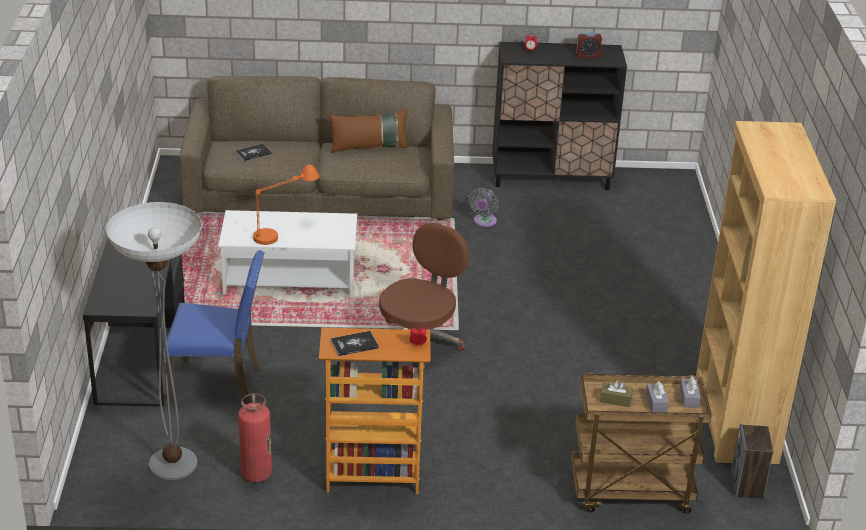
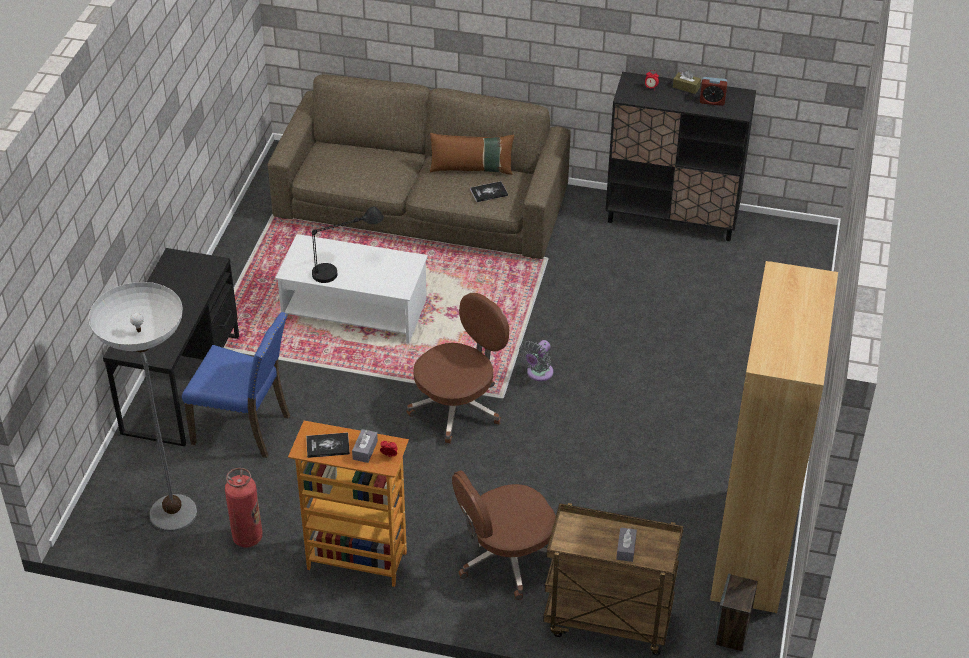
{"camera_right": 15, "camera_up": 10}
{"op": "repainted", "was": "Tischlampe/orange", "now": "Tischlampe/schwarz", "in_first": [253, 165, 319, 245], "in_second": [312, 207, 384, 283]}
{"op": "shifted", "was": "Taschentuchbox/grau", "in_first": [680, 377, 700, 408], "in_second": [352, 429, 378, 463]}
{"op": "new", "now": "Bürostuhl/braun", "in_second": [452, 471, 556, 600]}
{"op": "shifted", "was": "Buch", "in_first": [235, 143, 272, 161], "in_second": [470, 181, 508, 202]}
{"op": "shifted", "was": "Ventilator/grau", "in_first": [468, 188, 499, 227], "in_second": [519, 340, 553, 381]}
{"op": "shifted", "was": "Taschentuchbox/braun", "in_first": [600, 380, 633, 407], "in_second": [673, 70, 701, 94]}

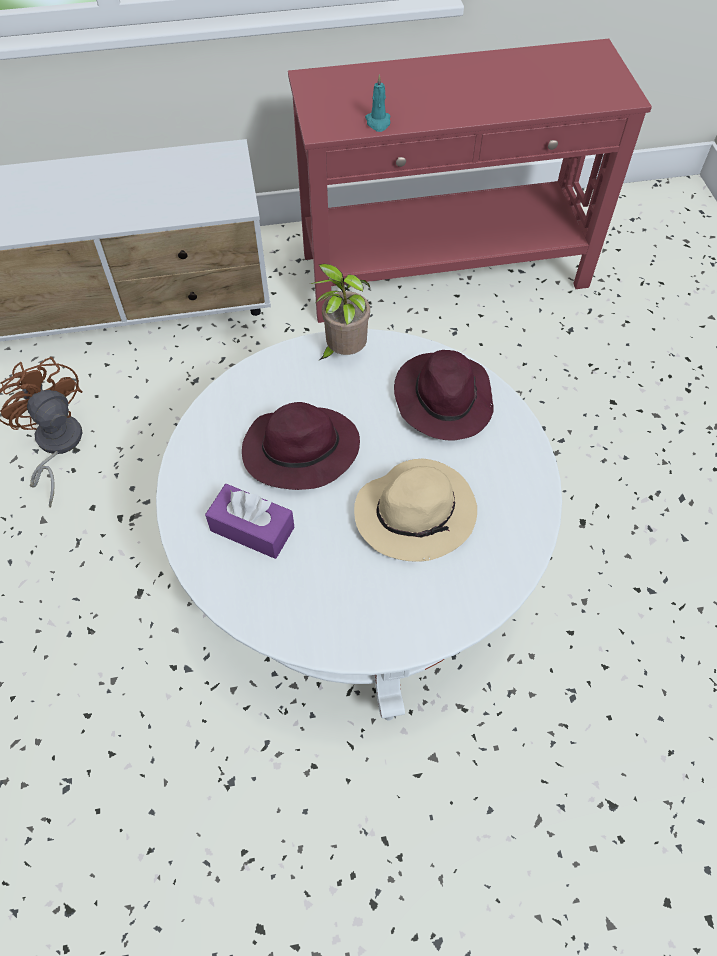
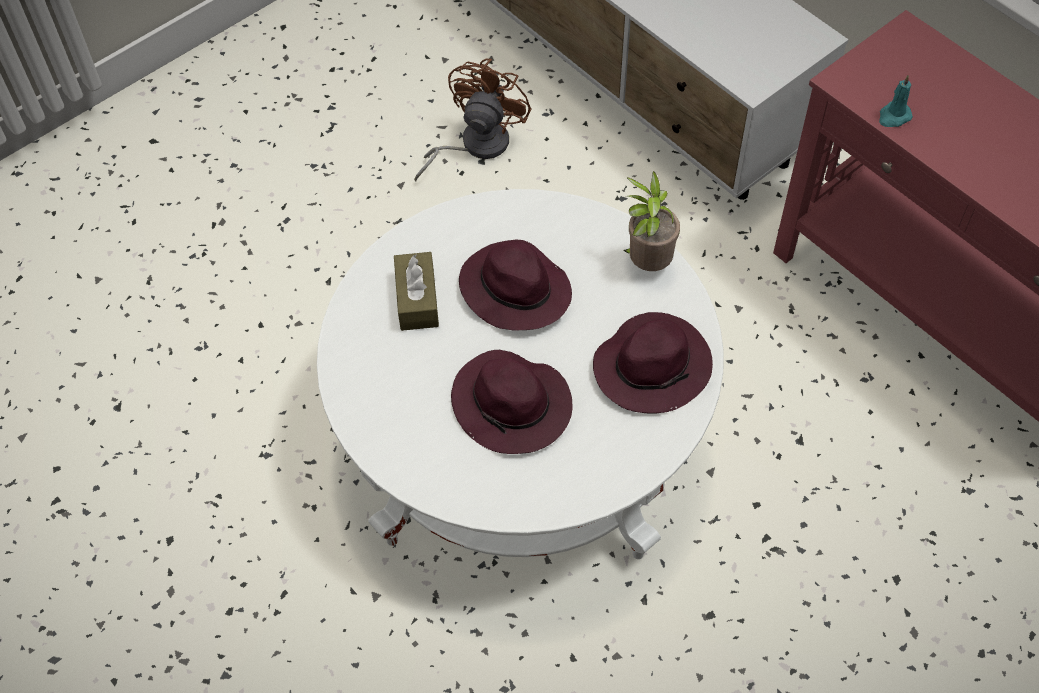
{"camera_right": 60, "camera_up": 0}
{"op": "repainted", "was": "Taschentuchbox/lila", "now": "Taschentuchbox/braun", "in_first": [205, 484, 294, 559], "in_second": [394, 252, 439, 331]}
{"op": "repainted", "was": "Hut/beige", "now": "Hut/lila", "in_first": [354, 459, 477, 562], "in_second": [451, 350, 572, 454]}

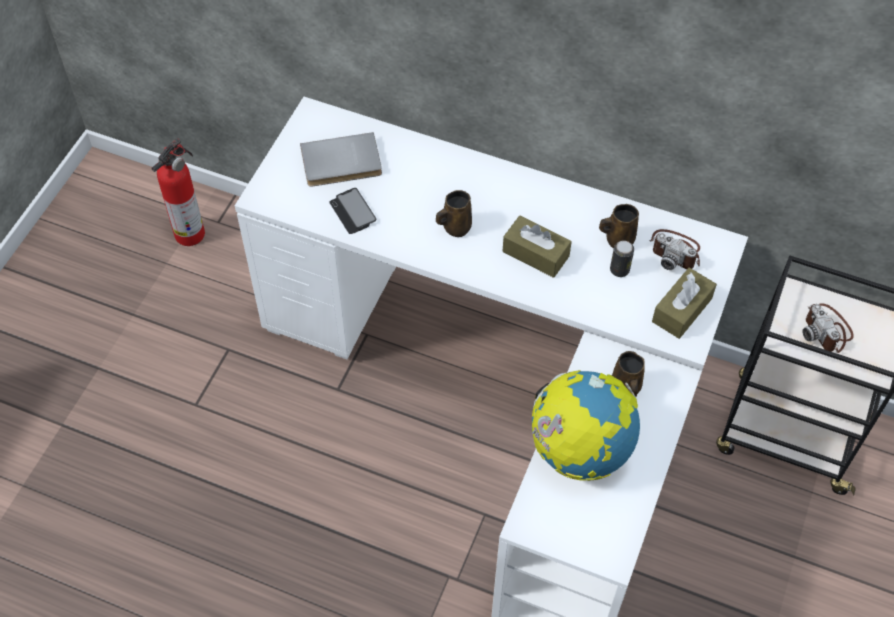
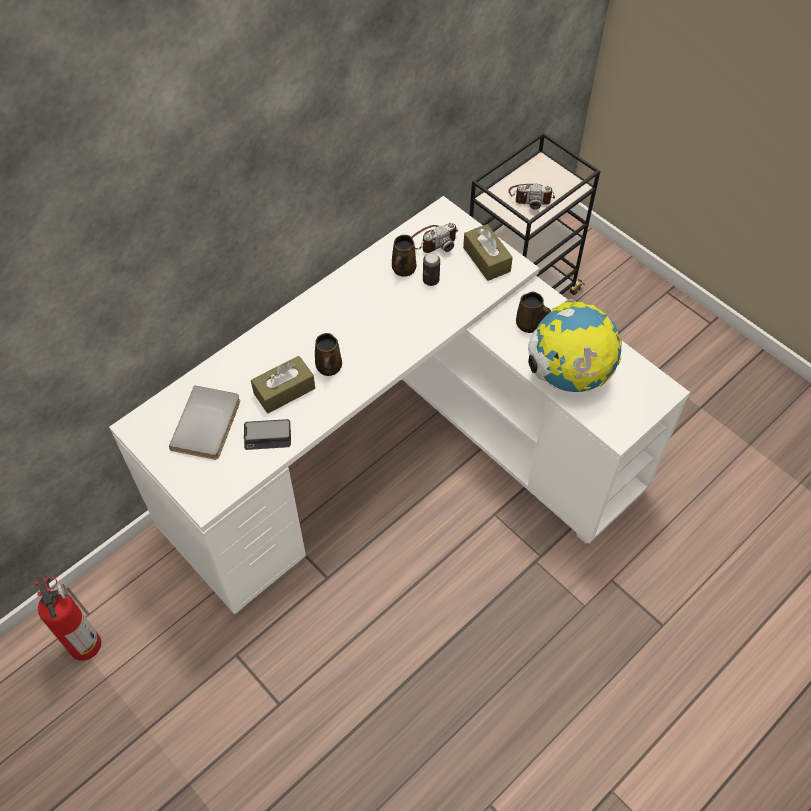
{"camera_right": -65, "camera_up": 0}
{"op": "shifted", "was": "Taschentuchbox/braun", "in_first": [503, 216, 572, 278], "in_second": [251, 356, 315, 413]}

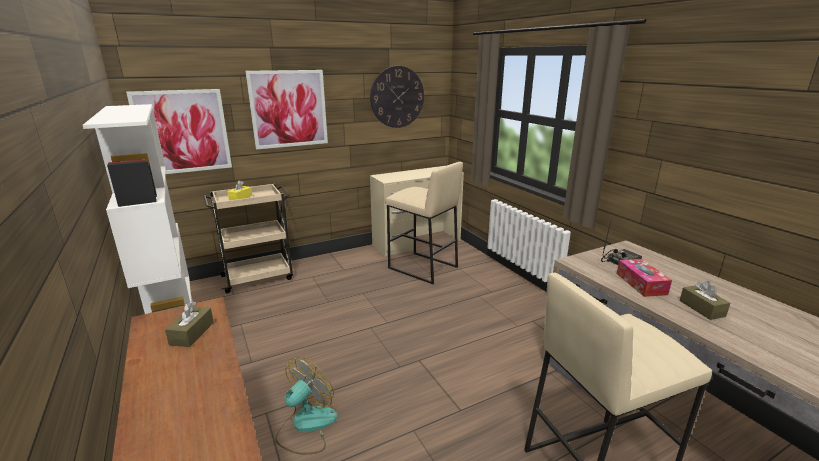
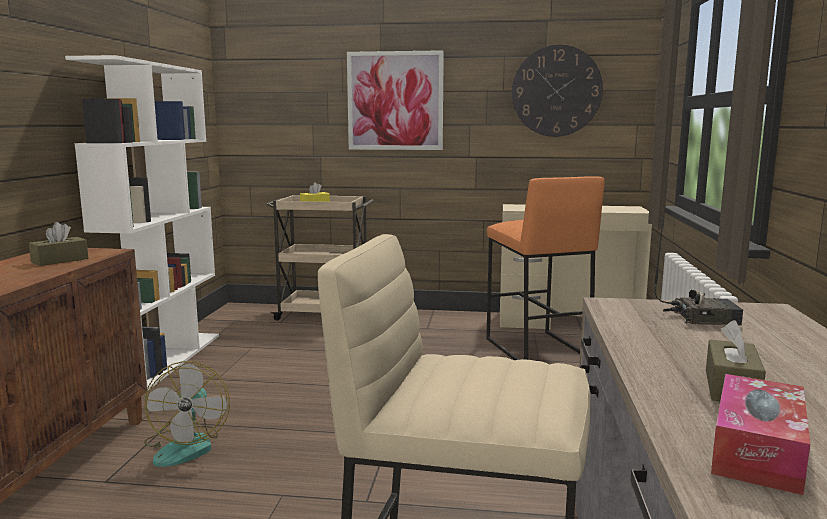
{"camera_right": 35, "camera_up": -10}
{"op": "rotated", "was": "Ventilator", "in_first": [275, 357, 337, 455], "in_second": [144, 361, 230, 467], "clockwise": 105}
{"op": "repainted", "was": "Hocker/beige", "now": "Hocker/orange", "in_first": [385, 162, 463, 284], "in_second": [486, 176, 604, 360]}
{"op": "shifted", "was": "Taschentuchbox", "in_first": [617, 259, 672, 297], "in_second": [711, 374, 810, 495]}
{"op": "gone", "was": "Bild", "in_first": [126, 89, 232, 174]}

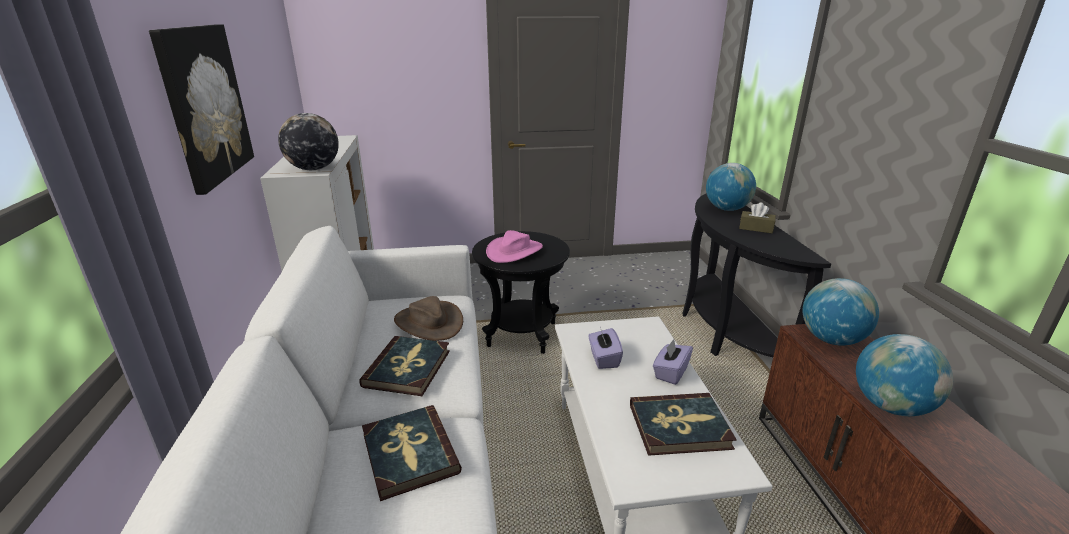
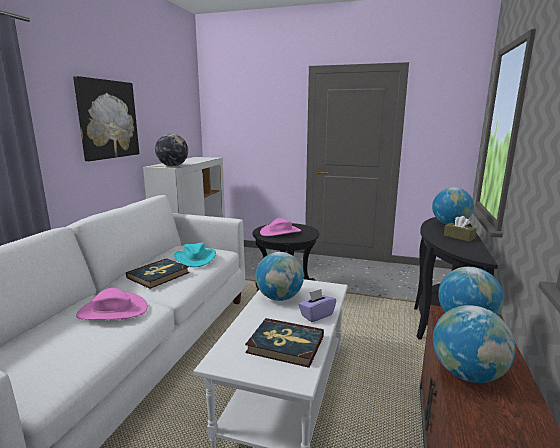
{"camera_right": 25, "camera_up": -10}
{"op": "swapped", "was": "Buch", "now": "Hut/rosa", "in_first": [362, 405, 462, 501], "in_second": [76, 288, 148, 320]}
{"op": "repainted", "was": "Hut/braun", "now": "Hut/türkis", "in_first": [394, 296, 463, 341], "in_second": [174, 243, 216, 267]}
{"op": "swapped", "was": "Taschentuchbox/lila", "now": "Globus", "in_first": [588, 327, 623, 369], "in_second": [256, 252, 304, 301]}

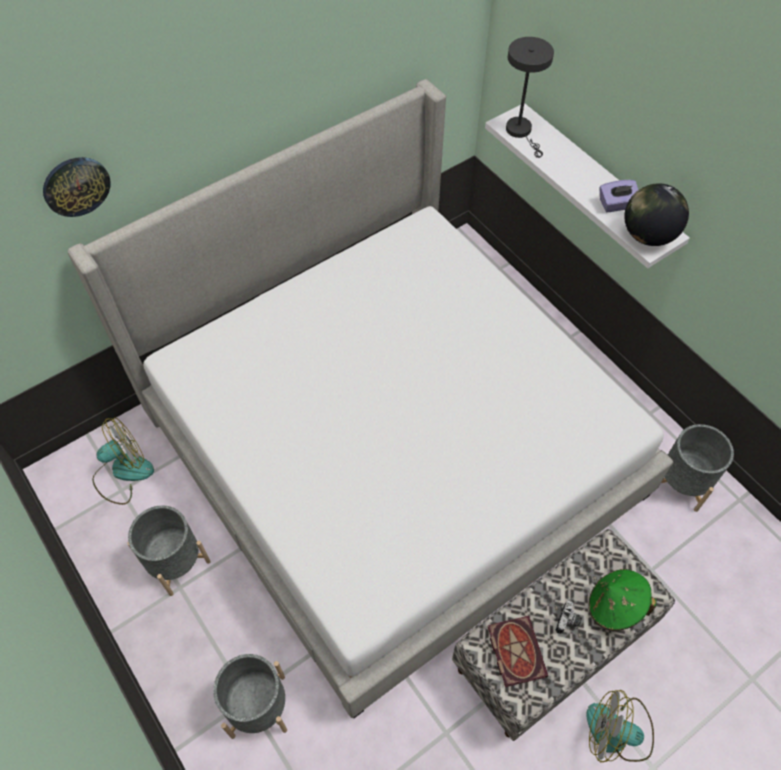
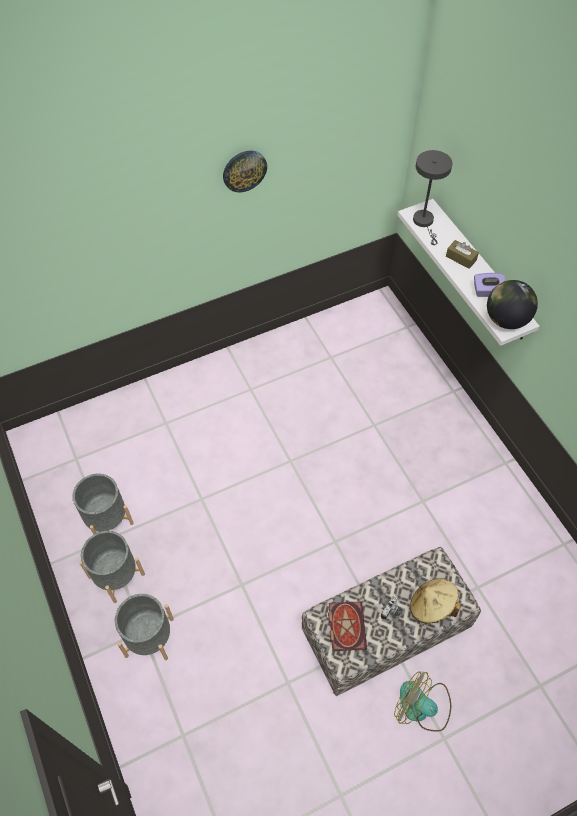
{"camera_right": 10, "camera_up": 0}
{"op": "shifted", "was": "Pflanzkübel/grau", "in_first": [661, 424, 734, 512], "in_second": [79, 531, 145, 603]}
{"op": "shifted", "was": "Wanduhr", "in_first": [43, 157, 111, 217], "in_second": [223, 151, 267, 192]}
{"op": "repainted", "was": "Hut/grün", "now": "Hut/beige", "in_first": [589, 569, 657, 631], "in_second": [410, 578, 461, 624]}
{"op": "new", "now": "Taschentuchbox/braun", "in_second": [446, 240, 479, 269]}
{"op": "gone", "was": "Bett", "in_first": [67, 79, 673, 718]}
{"op": "gone", "was": "Ventilator", "in_first": [92, 418, 154, 505]}

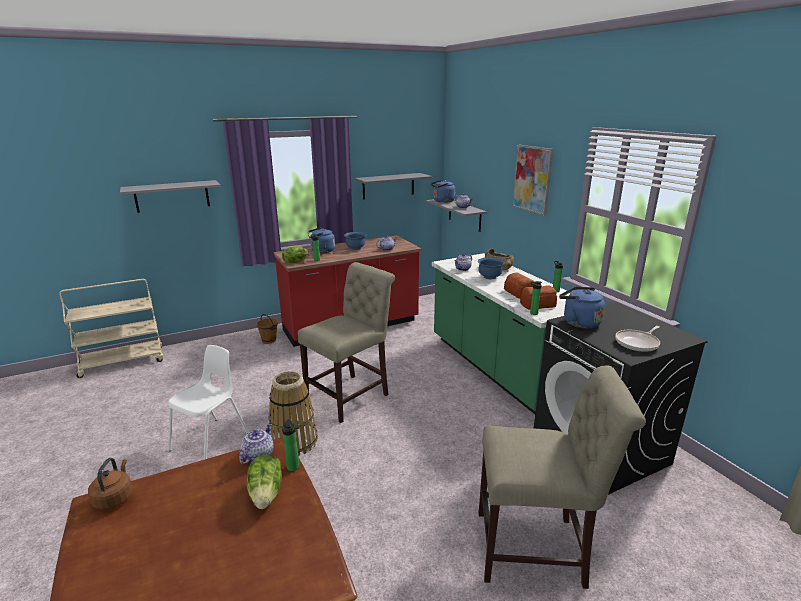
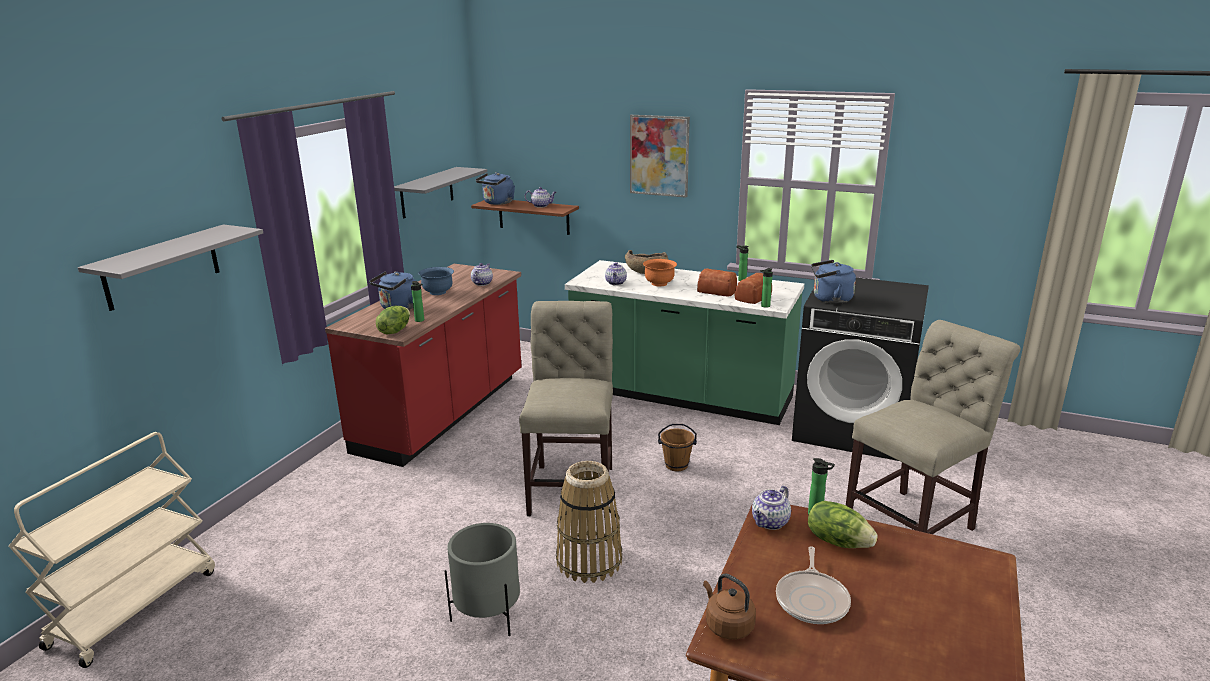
{"camera_right": -40, "camera_up": 0}
{"op": "swapped", "was": "Stuhl/weiß", "now": "Pflanzkübel/grau", "in_first": [168, 345, 249, 460], "in_second": [445, 523, 520, 636]}
{"op": "repainted", "was": "Wandregal/grau", "now": "Wandregal/braun", "in_first": [426, 199, 487, 232], "in_second": [471, 200, 579, 235]}
{"op": "repainted", "was": "Schüssel/blau", "now": "Schüssel/orange", "in_first": [478, 257, 505, 279], "in_second": [643, 259, 677, 286]}
{"op": "shifted", "was": "Eimer/braun", "in_first": [257, 314, 278, 344], "in_second": [658, 424, 697, 471]}
{"op": "rotated", "was": "Teekanne", "in_first": [239, 423, 274, 464], "in_second": [752, 486, 791, 530], "clockwise": -120}
{"op": "shifted", "was": "Pfanne", "in_first": [615, 326, 660, 352], "in_second": [776, 546, 851, 624]}

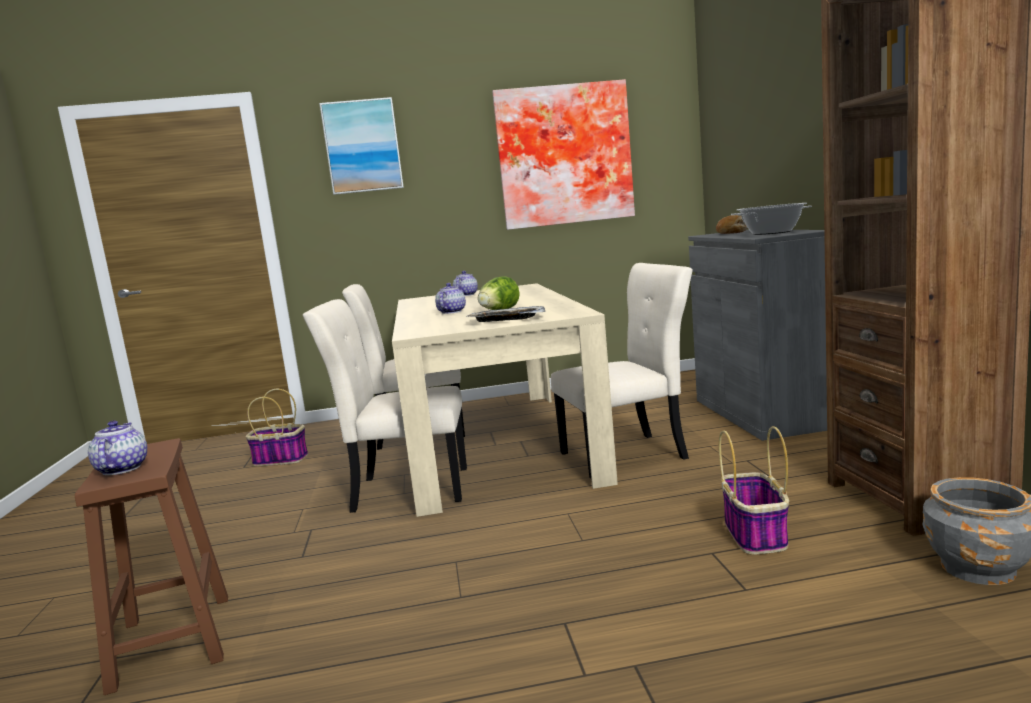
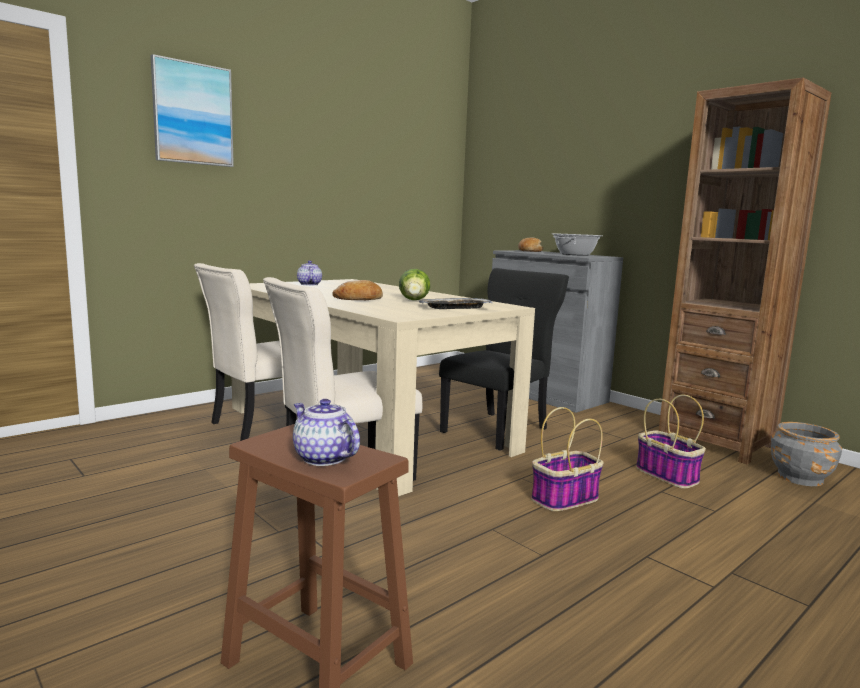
{"camera_right": -35, "camera_up": 0}
{"op": "swapped", "was": "Teekanne", "now": "Brot", "in_first": [435, 283, 466, 314], "in_second": [332, 280, 383, 300]}
{"op": "repainted", "was": "Stuhl/beige", "now": "Stuhl/schwarz", "in_first": [551, 263, 693, 479], "in_second": [439, 268, 569, 451]}
{"op": "shifted", "was": "Korb", "in_first": [246, 389, 308, 467], "in_second": [531, 407, 604, 512]}
{"op": "gone", "was": "Bild", "in_first": [492, 79, 635, 230]}

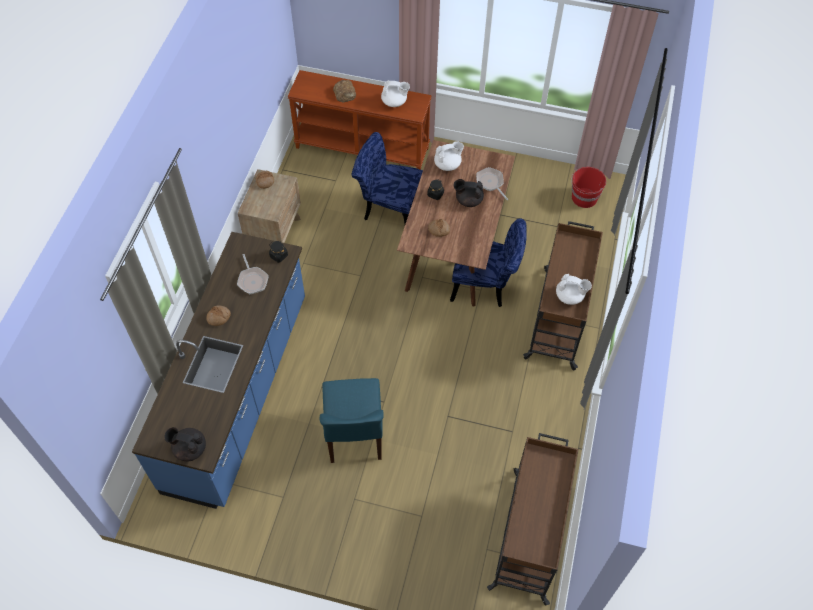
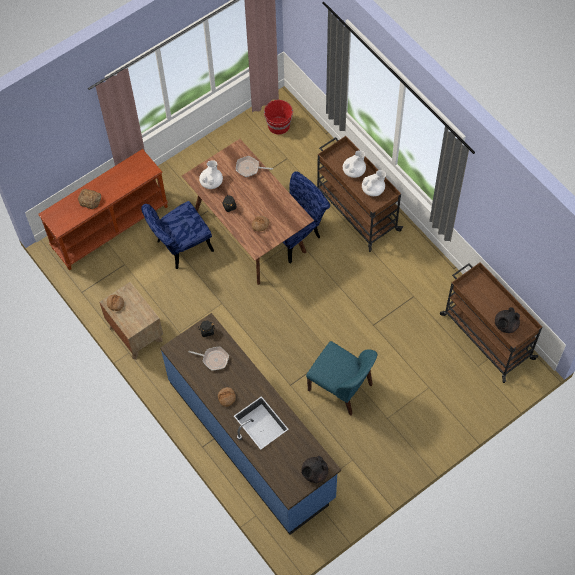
{"camera_right": -50, "camera_up": 5}
{"op": "shifted", "was": "Teekanne/weiß", "in_first": [381, 80, 410, 107], "in_second": [343, 150, 366, 178]}
{"op": "shifted", "was": "Teekanne/schwarz", "in_first": [453, 179, 484, 207], "in_second": [495, 307, 520, 333]}

